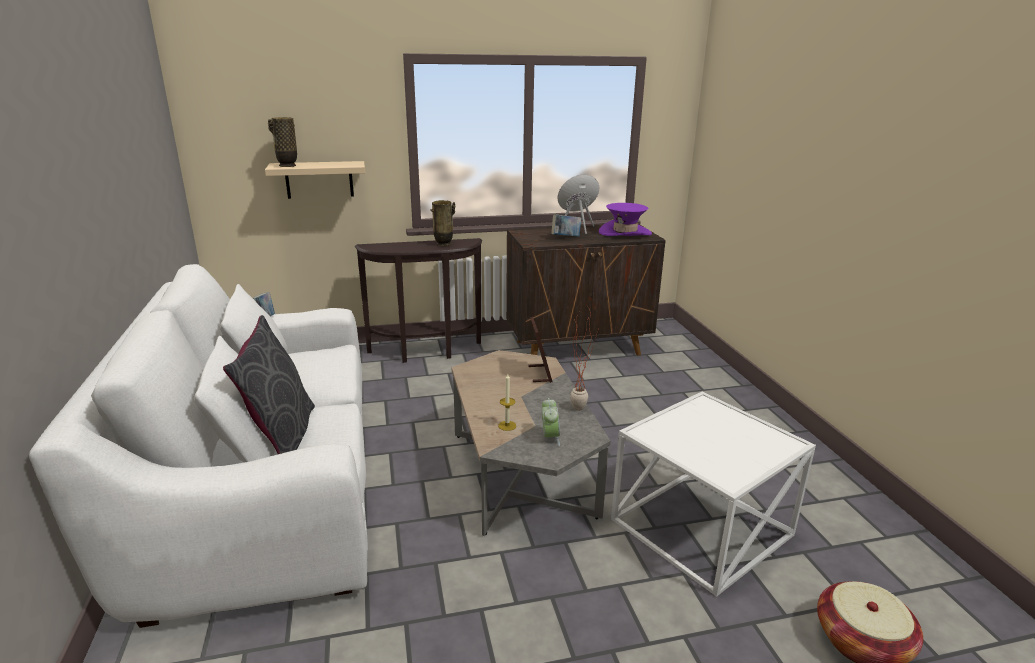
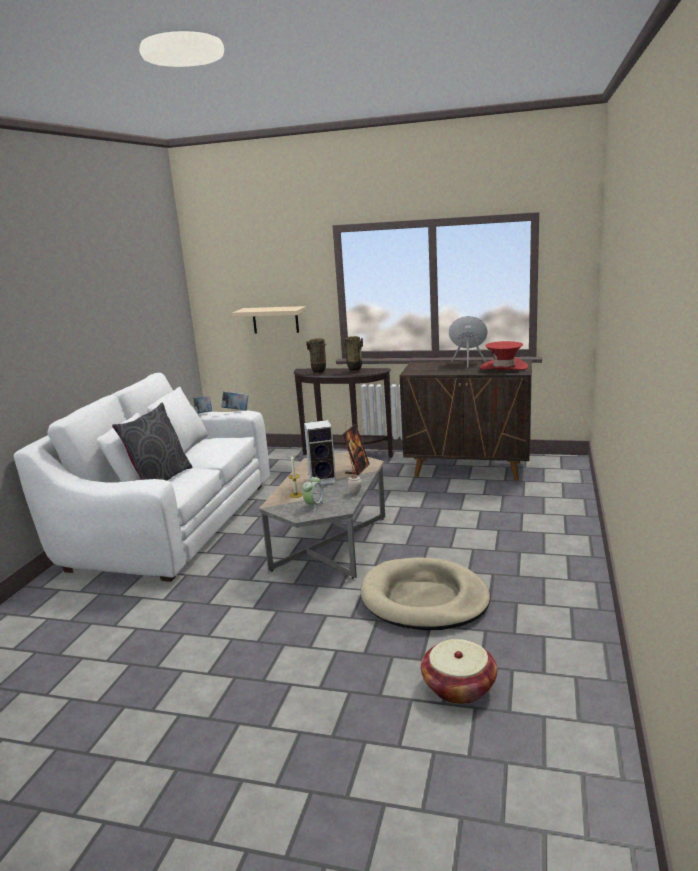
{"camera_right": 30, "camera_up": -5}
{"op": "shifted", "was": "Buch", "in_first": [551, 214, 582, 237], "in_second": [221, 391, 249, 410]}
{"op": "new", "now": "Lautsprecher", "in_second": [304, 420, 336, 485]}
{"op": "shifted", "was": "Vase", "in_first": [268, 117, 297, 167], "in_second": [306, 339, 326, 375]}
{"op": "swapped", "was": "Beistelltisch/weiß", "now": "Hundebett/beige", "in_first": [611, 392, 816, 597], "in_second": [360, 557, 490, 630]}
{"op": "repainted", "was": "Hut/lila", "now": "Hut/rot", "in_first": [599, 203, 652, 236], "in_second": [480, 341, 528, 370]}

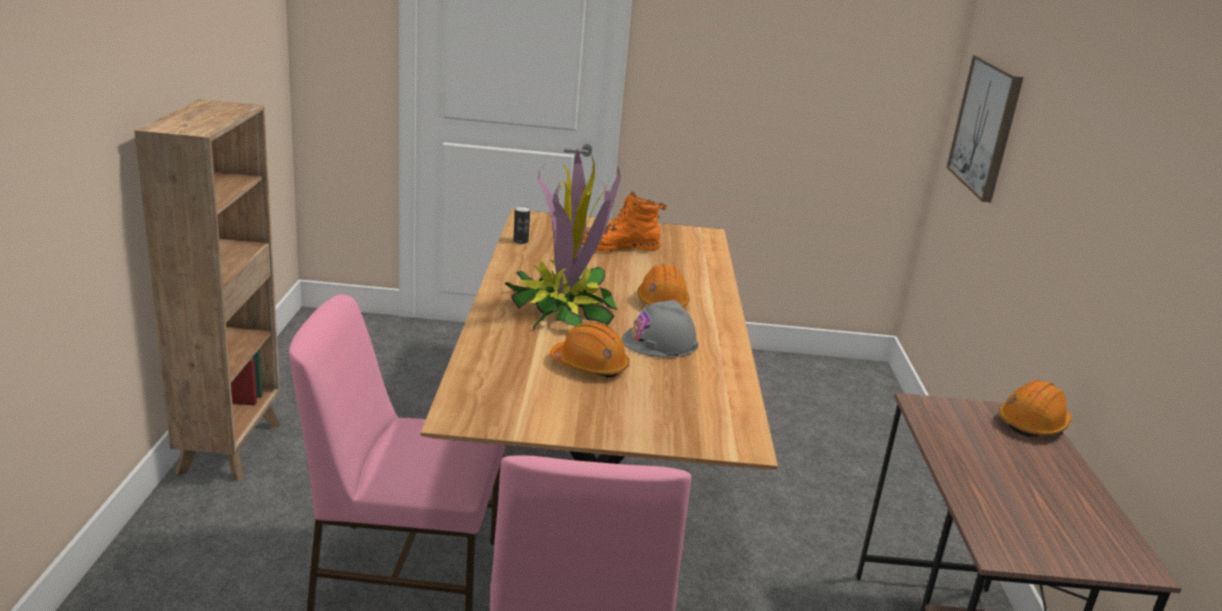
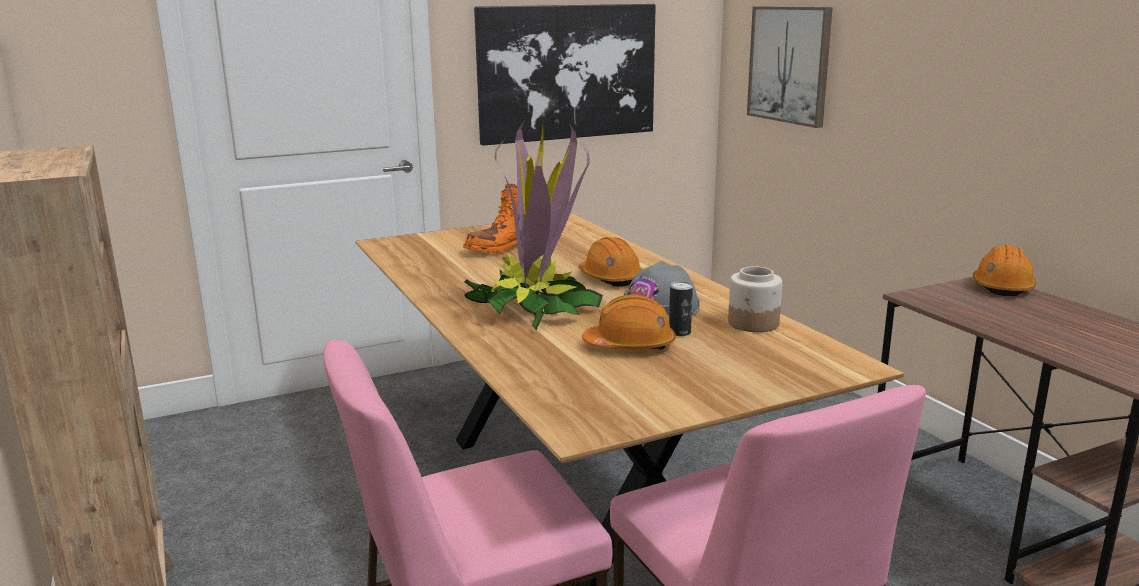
{"camera_right": -25, "camera_up": -5}
{"op": "new", "now": "Bild", "in_second": [474, 4, 656, 146]}
{"op": "shifted", "was": "Dose", "in_first": [513, 206, 530, 244], "in_second": [669, 282, 693, 336]}
{"op": "new", "now": "Vorratsglas", "in_second": [728, 266, 782, 332]}

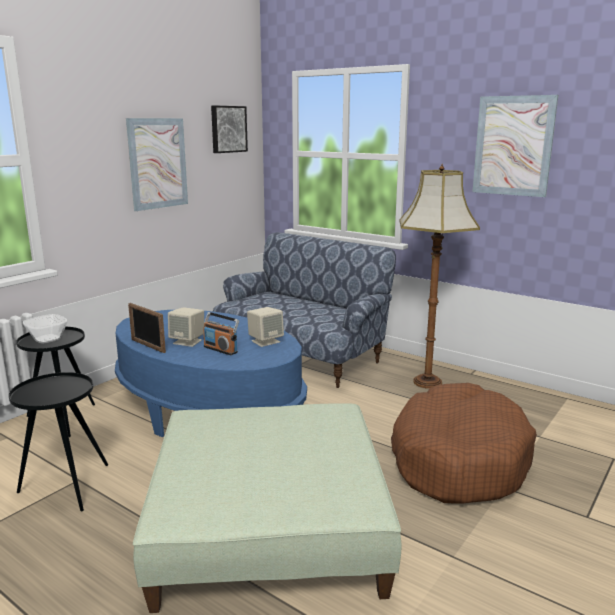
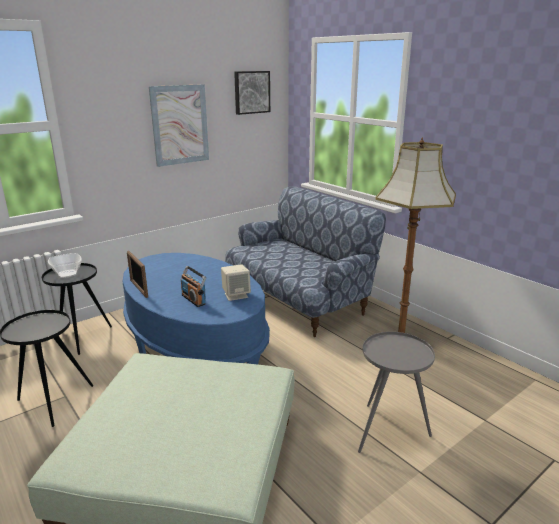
{"camera_right": 15, "camera_up": 5}
{"op": "swapped", "was": "Hundebett/braun", "now": "Beistelltisch/grau", "in_first": [391, 383, 537, 504], "in_second": [358, 332, 435, 453]}
{"op": "gone", "was": "Lautsprecher/beige", "in_first": [168, 307, 204, 347]}
{"op": "gone", "was": "Bild", "in_first": [472, 95, 558, 197]}

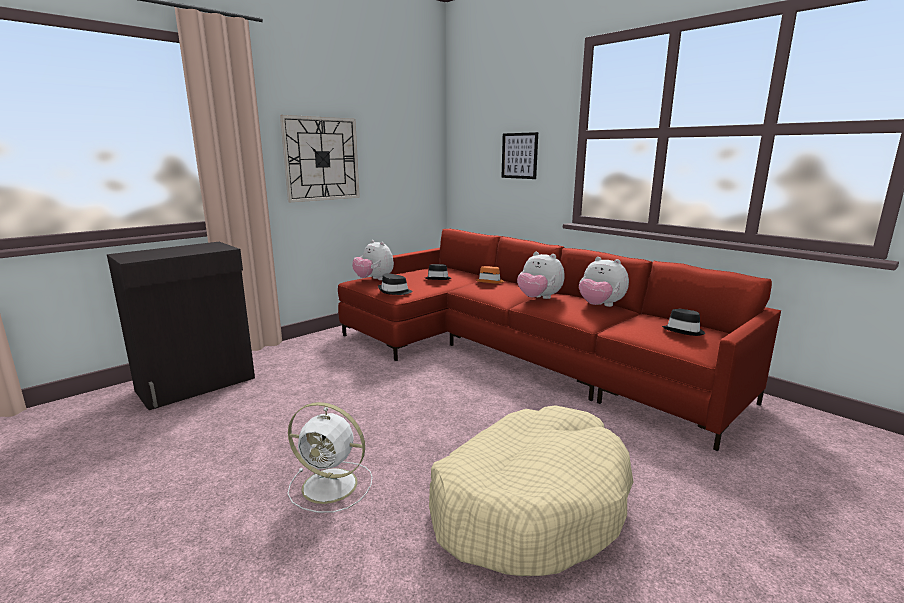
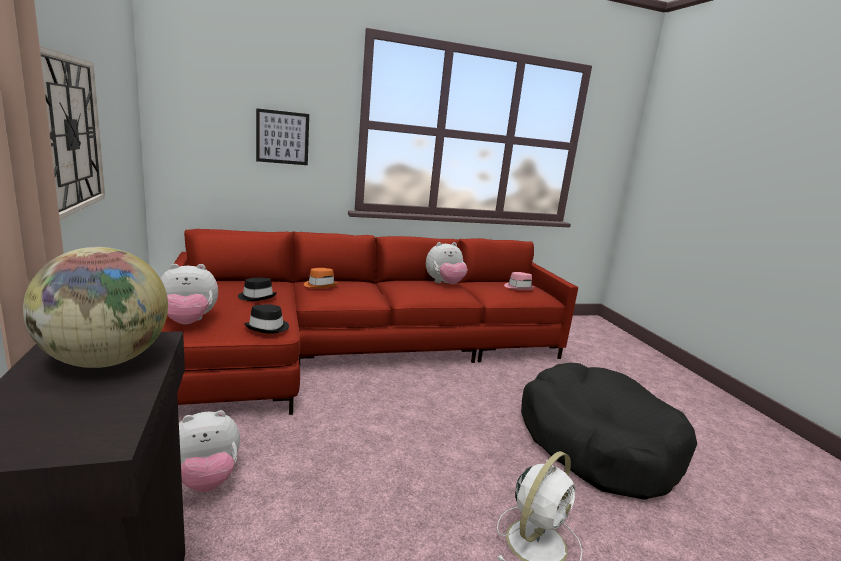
{"camera_right": -65, "camera_up": 0}
{"op": "new", "now": "Globus", "in_second": [23, 247, 168, 368]}
{"op": "shifted", "was": "Plüschtier", "in_first": [517, 252, 565, 299], "in_second": [179, 410, 240, 492]}
{"op": "repainted", "was": "Hut/schwarz", "now": "Hut/rosa", "in_first": [662, 309, 705, 336], "in_second": [504, 272, 535, 290]}
{"op": "repainted", "was": "Hundebett/beige", "now": "Hundebett/schwarz", "in_first": [429, 405, 633, 576], "in_second": [521, 363, 697, 500]}

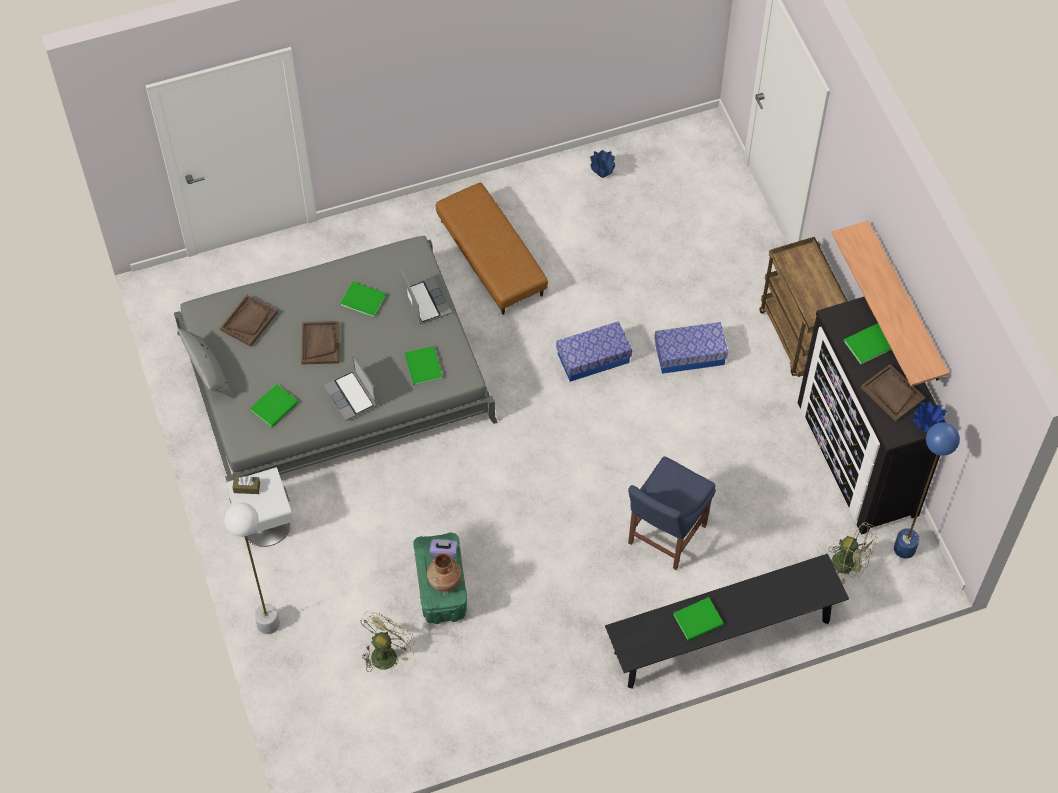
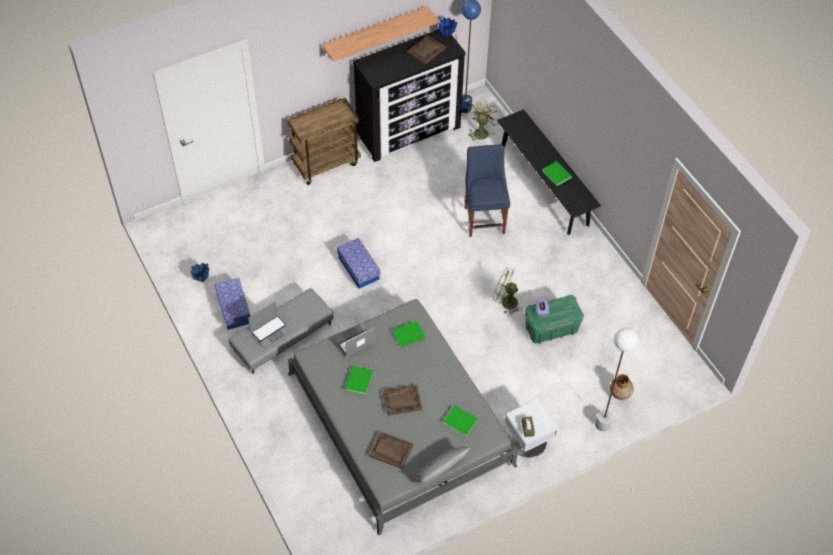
{"camera_right": -100, "camera_up": -5}
{"op": "shifted", "was": "Aufbewahrungsbox", "in_first": [654, 322, 728, 374], "in_second": [215, 278, 251, 330]}
{"op": "repainted", "was": "Polsterhocker/braun", "now": "Polsterhocker/grau", "in_first": [436, 183, 548, 315], "in_second": [229, 288, 333, 374]}
{"op": "shifted", "was": "Laptop", "in_first": [324, 352, 377, 421], "in_second": [248, 301, 291, 348]}
{"op": "rotated", "was": "Stuhl/blau", "in_first": [628, 457, 716, 570], "in_second": [465, 145, 510, 237], "clockwise": -120}
{"op": "shifted", "was": "Ventilator/grün", "in_first": [360, 611, 415, 672], "in_second": [493, 268, 519, 314]}
{"op": "shifted", "was": "Vase/braun", "in_first": [427, 553, 462, 592], "in_second": [610, 374, 634, 400]}
{"op": "gone", "was": "Buch/grün", "in_first": [844, 323, 892, 365]}

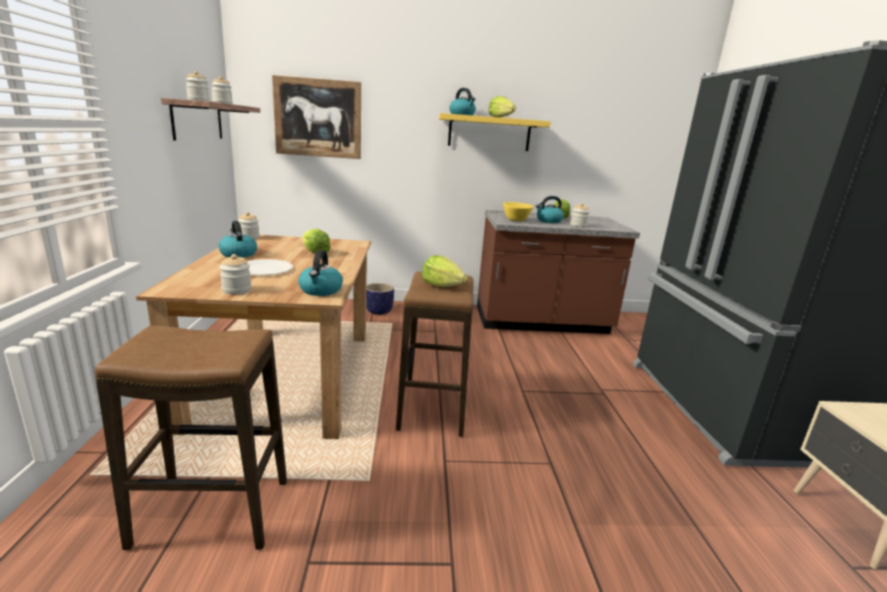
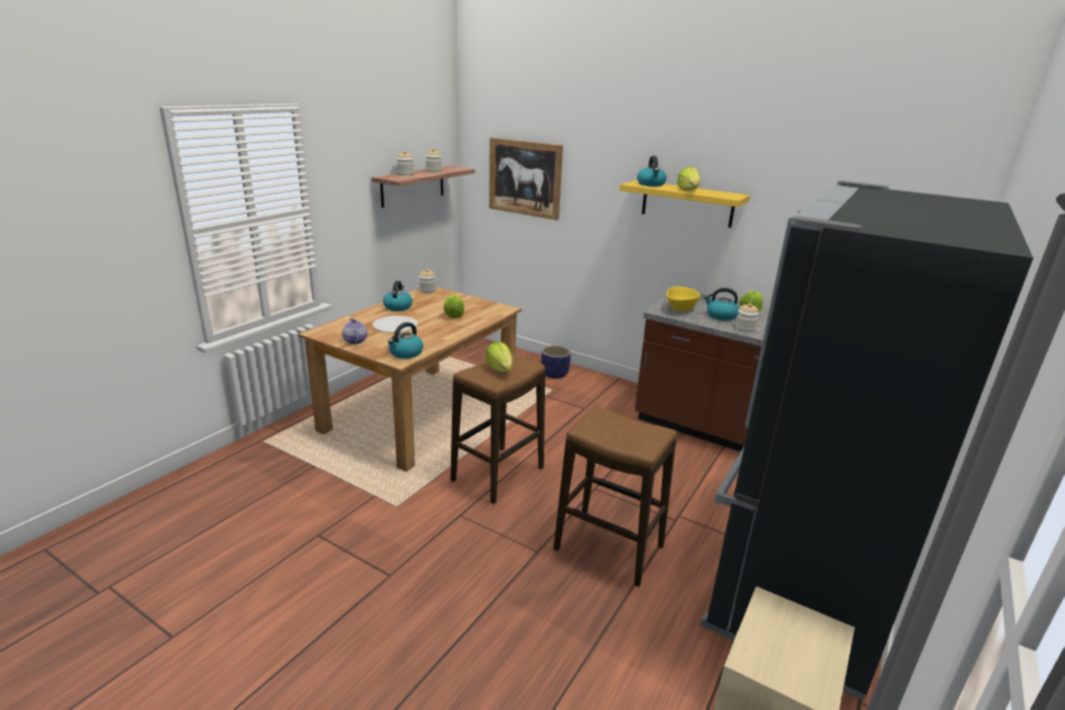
{"camera_right": 35, "camera_up": 5}
{"op": "swapped", "was": "Vorratsglas", "now": "Teekanne", "in_first": [219, 254, 252, 294], "in_second": [342, 318, 367, 344]}
{"op": "shifted", "was": "Hocker", "in_first": [95, 325, 287, 550], "in_second": [554, 406, 677, 587]}

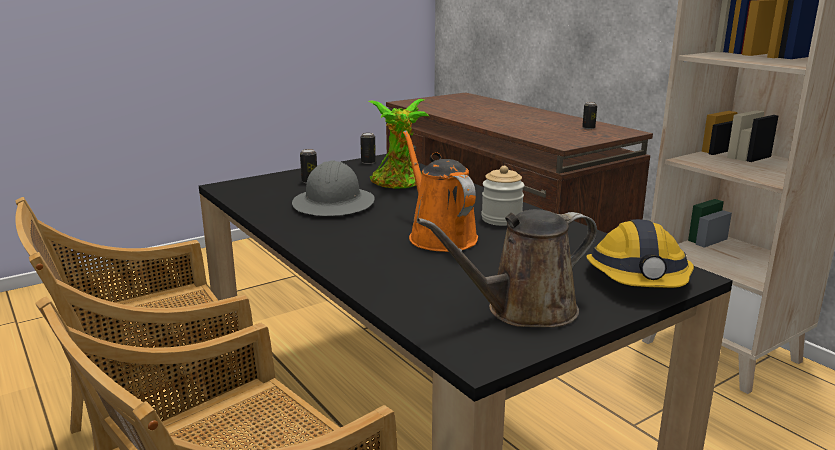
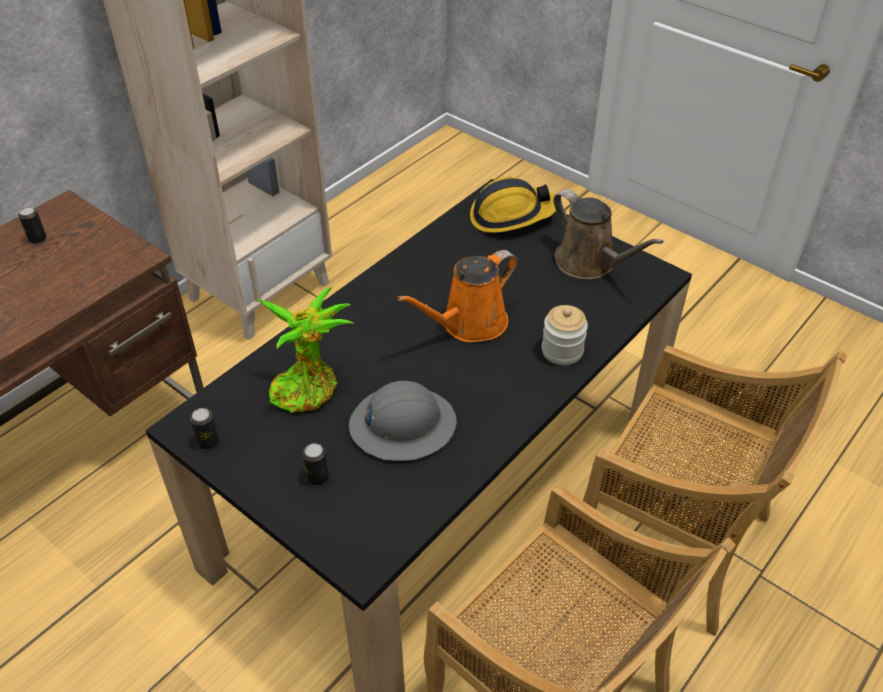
{"camera_right": -105, "camera_up": 25}
{"op": "shifted", "was": "Vorratsglas", "in_first": [481, 166, 524, 226], "in_second": [542, 305, 588, 365]}

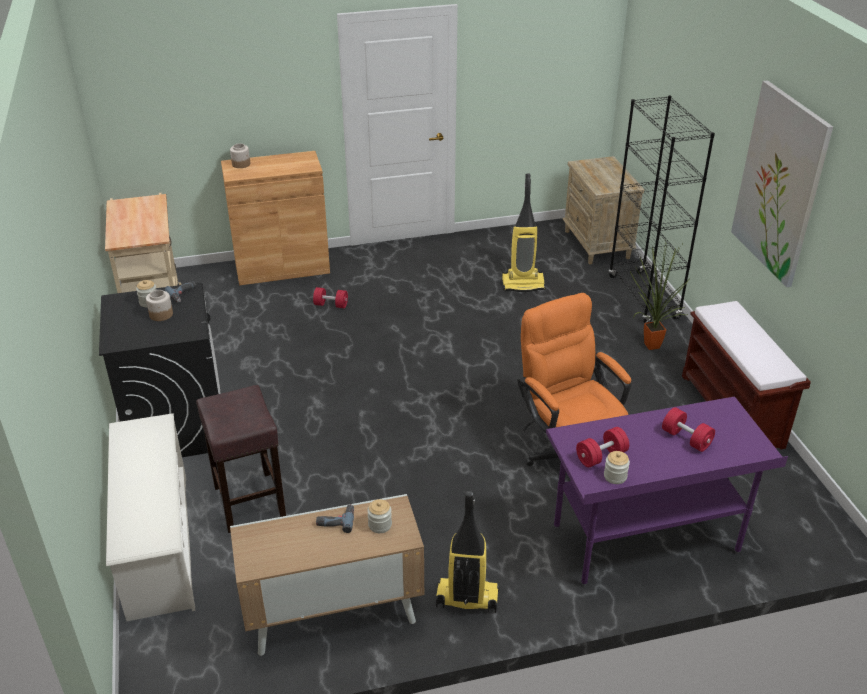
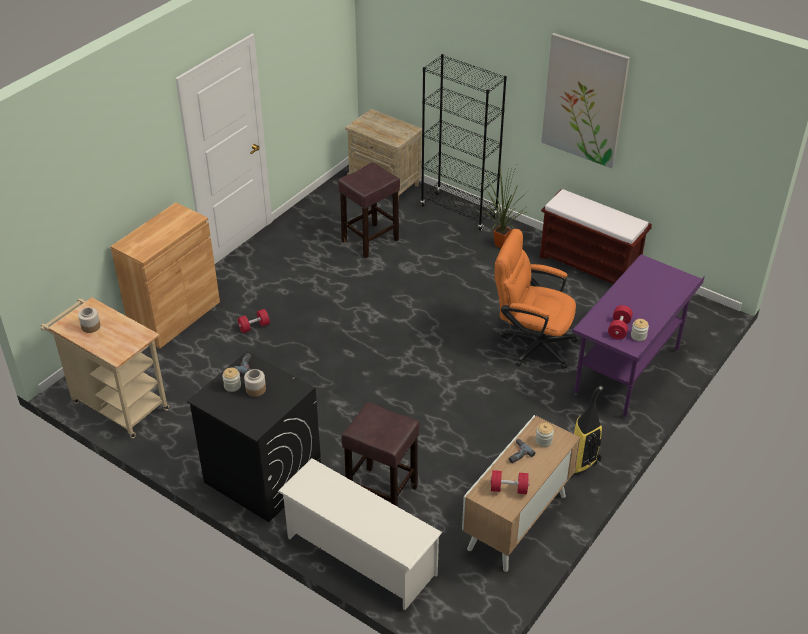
{"camera_right": -40, "camera_up": 5}
{"op": "shifted", "was": "Vorratsglas", "in_first": [230, 143, 250, 168], "in_second": [78, 308, 100, 333]}
{"op": "swapped", "was": "Staubsauger", "now": "Hocker/braun", "in_first": [502, 174, 546, 292], "in_second": [338, 162, 400, 258]}
{"op": "shifted", "was": "Hantel/rot", "in_first": [662, 407, 715, 452], "in_second": [490, 470, 529, 494]}

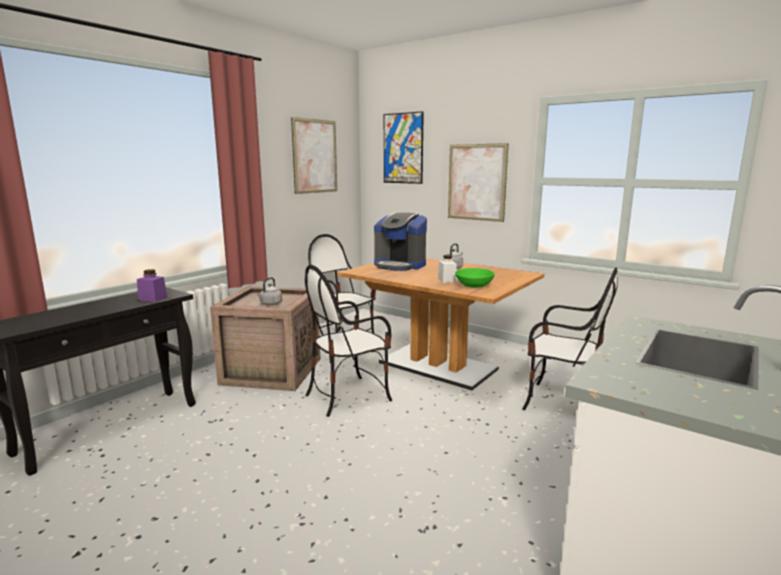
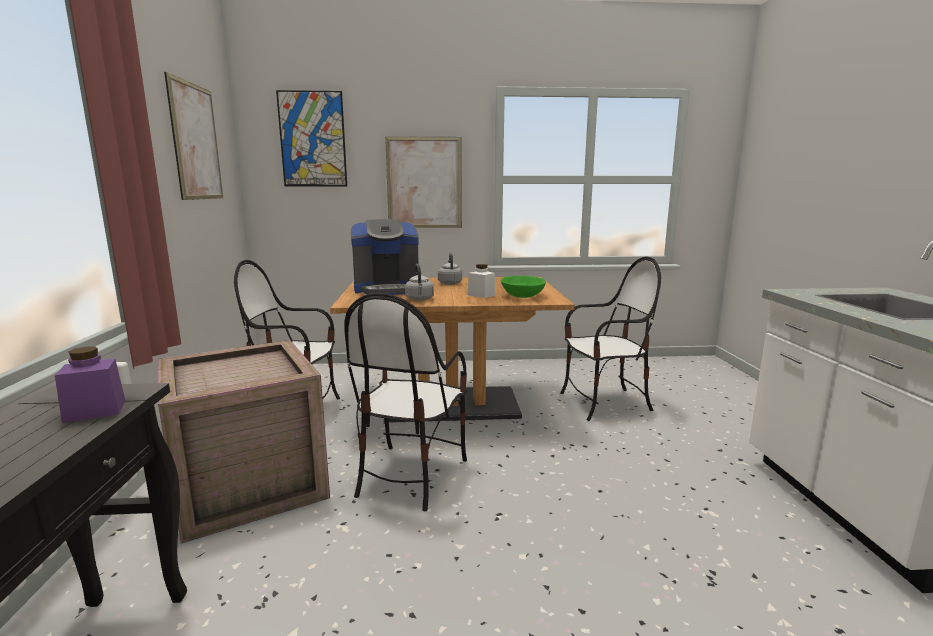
{"camera_right": -40, "camera_up": 0}
{"op": "shifted", "was": "Wasserkessel/grau", "in_first": [257, 277, 282, 306], "in_second": [405, 264, 434, 301]}

